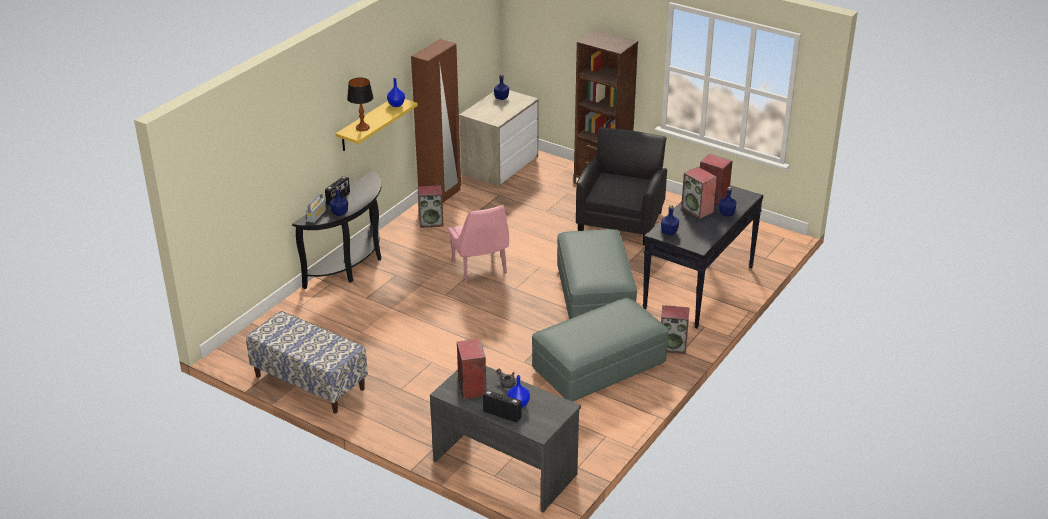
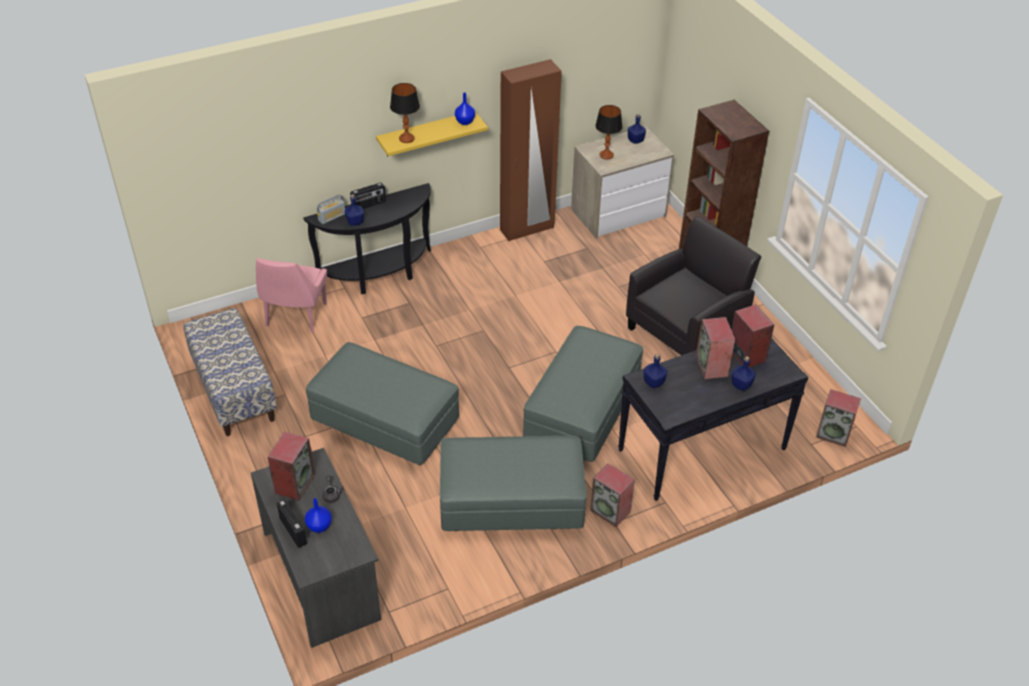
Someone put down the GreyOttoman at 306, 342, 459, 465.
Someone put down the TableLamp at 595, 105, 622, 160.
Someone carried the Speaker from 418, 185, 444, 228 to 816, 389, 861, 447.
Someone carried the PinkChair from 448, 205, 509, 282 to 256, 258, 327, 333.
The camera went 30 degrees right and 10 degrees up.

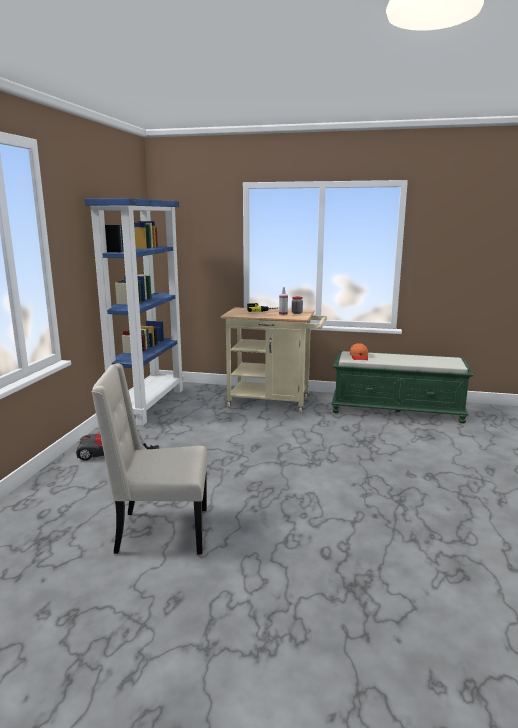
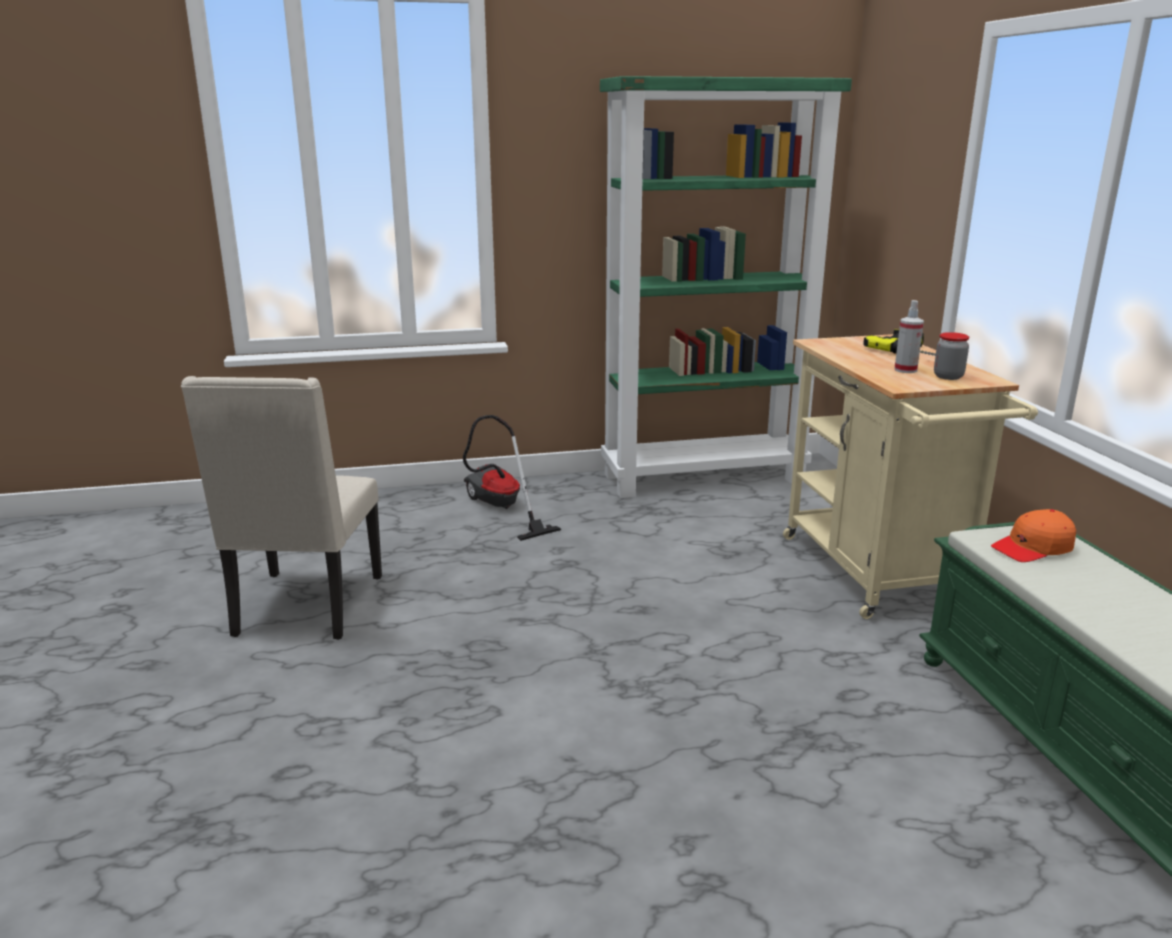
Someone repainted the BlueBookcase at 85, 198, 184, 426, which became the GreenBookcase at 600, 76, 852, 498.
Someone rotated the BeigeChair at 91, 363, 207, 555 by 150 degrees counterclockwise.
The camera went 65 degrees right and 5 degrees up.

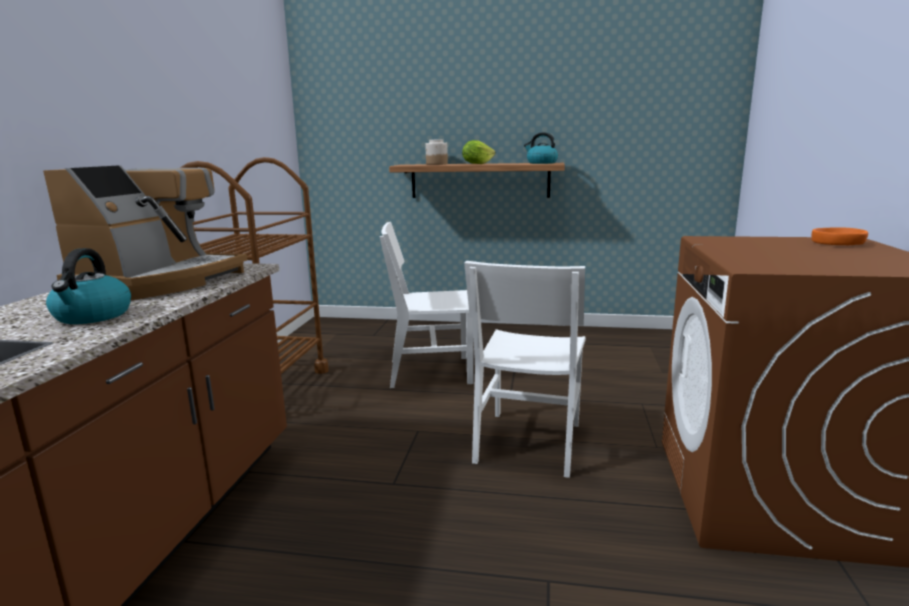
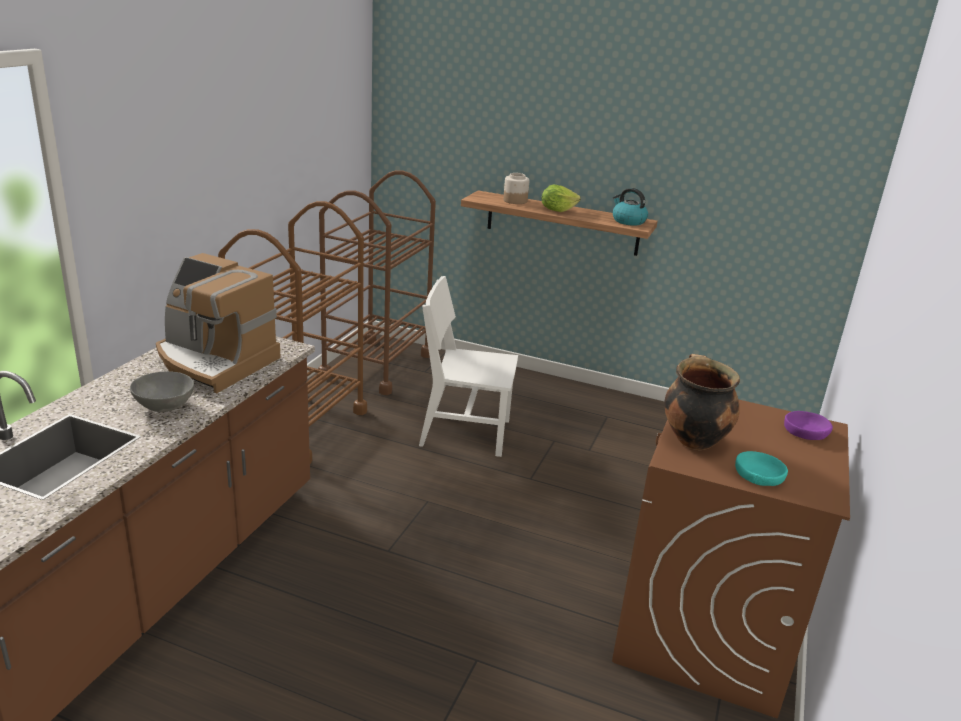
Someone took away the WhiteChair at 464, 261, 586, 478.
Someone put down the BrownCart at 318, 170, 436, 395.
Someone put down the CookingPot at 665, 354, 740, 450.
Someone put down the TurquoiseBowl at 735, 451, 788, 486.
Someone swapped the Kettle at 46, 248, 131, 324 for the GreyBowl at 130, 371, 194, 412.
Someone repainted the OrangeBowl at 812, 227, 868, 245, which became the PurpleBowl at 784, 411, 833, 440.
Someone rotated the CoffeeMachine at 43, 165, 247, 300 by 90 degrees clockwise.
The camera went 10 degrees right and 10 degrees up.

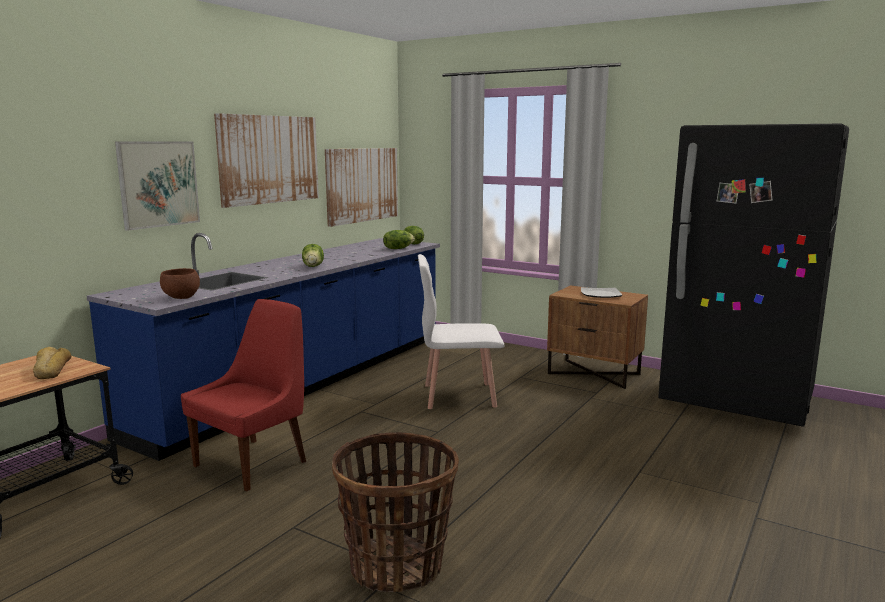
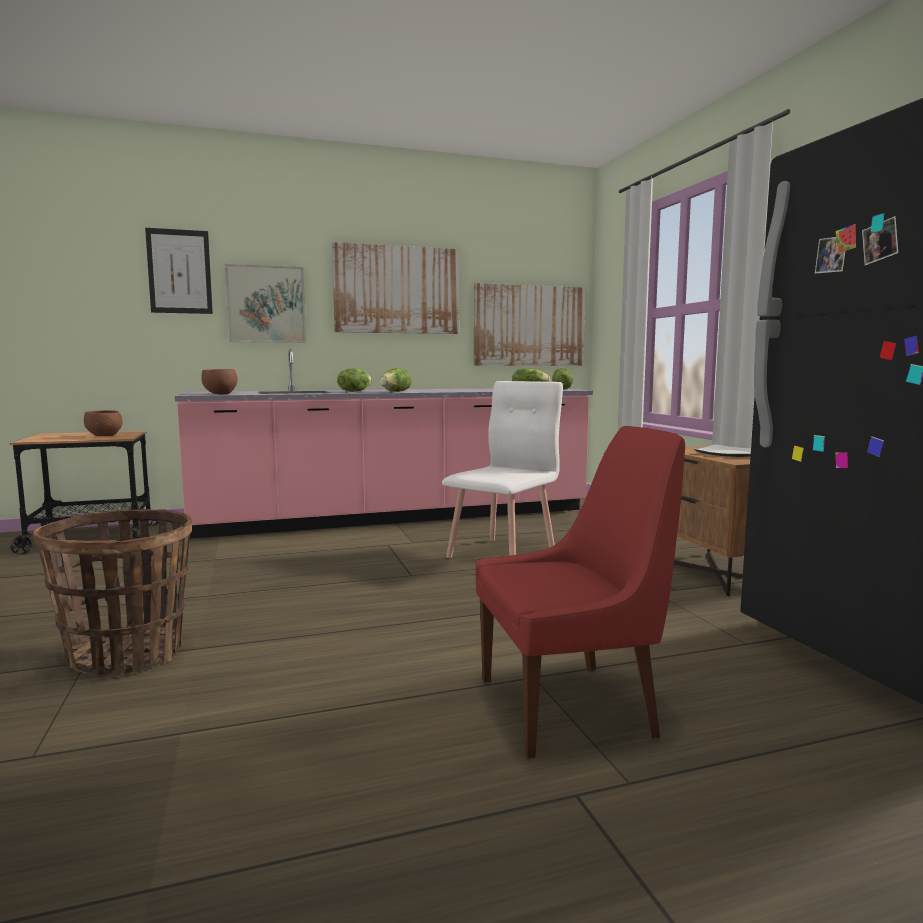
Someone put up the Picture at 145, 228, 213, 314.
Someone put down the Lettuce at 337, 368, 372, 392.
Someone carried the RedChair from 181, 299, 306, 491 to 476, 426, 685, 758.
Someone swapped the Bread at 33, 347, 71, 379 for the BrownBowl at 84, 410, 122, 436.
Someone repainted the BlueCounter at 87, 233, 440, 461, which became the PinkCounter at 175, 349, 593, 539.
Someone rotated the WhiteChair at 418, 254, 505, 409 by 90 degrees clockwise.
The camera went 40 degrees right and 5 degrees down.

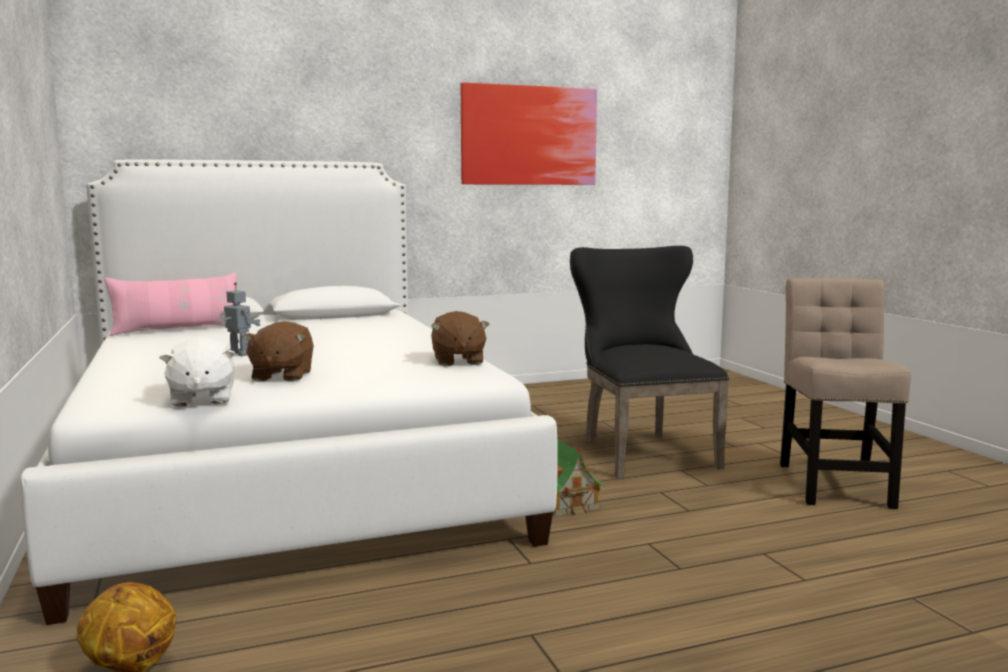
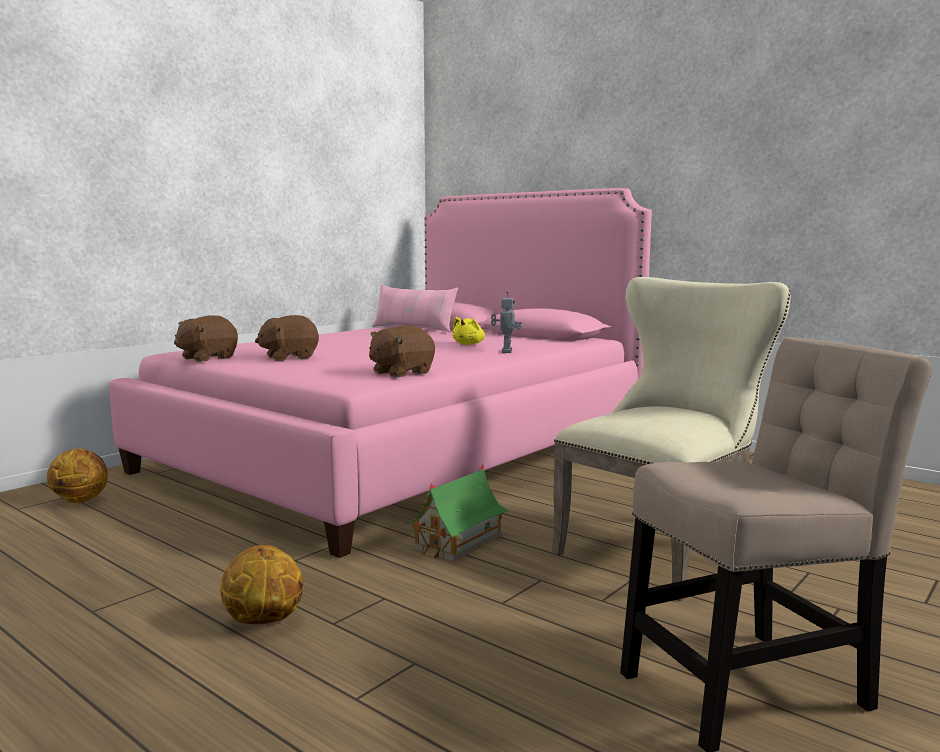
Someone took away the Picture at 461, 82, 597, 185.
Someone put down the Basketball at 220, 545, 304, 624.
Someone put down the YellowPlushToy at 452, 317, 485, 345.
Someone carried the ToyRobot from 220, 282, 261, 356 to 491, 291, 522, 353.
Someone repainted the WhiteBed at 21, 159, 558, 625, which became the PinkBed at 109, 188, 652, 558.
Someone repainted the WhitePlushToy at 159, 337, 235, 407, which became the BrownPlushToy at 174, 315, 238, 362.
Someone repainted the BlackChair at 570, 246, 729, 479, which became the BeigeChair at 552, 277, 790, 601.
The camera went 60 degrees right and 0 degrees up.

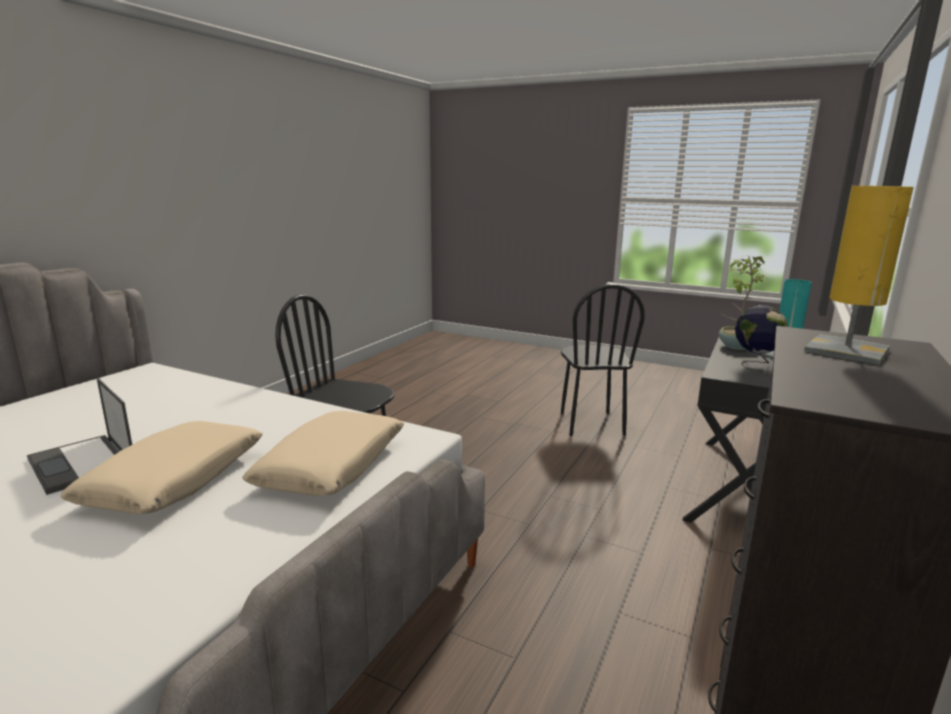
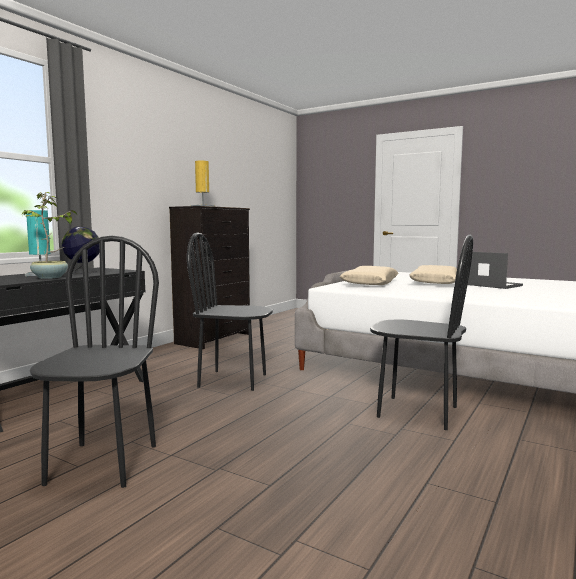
Someone put down the BlackChair at 187, 232, 273, 391.
The camera went 175 degrees left and 10 degrees down.

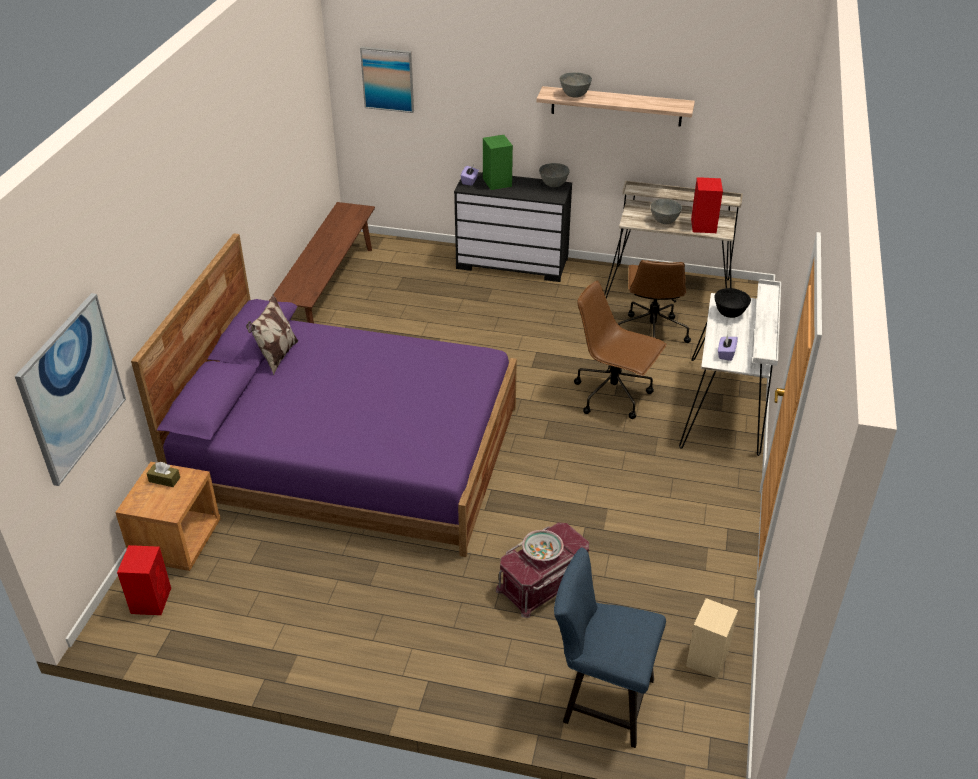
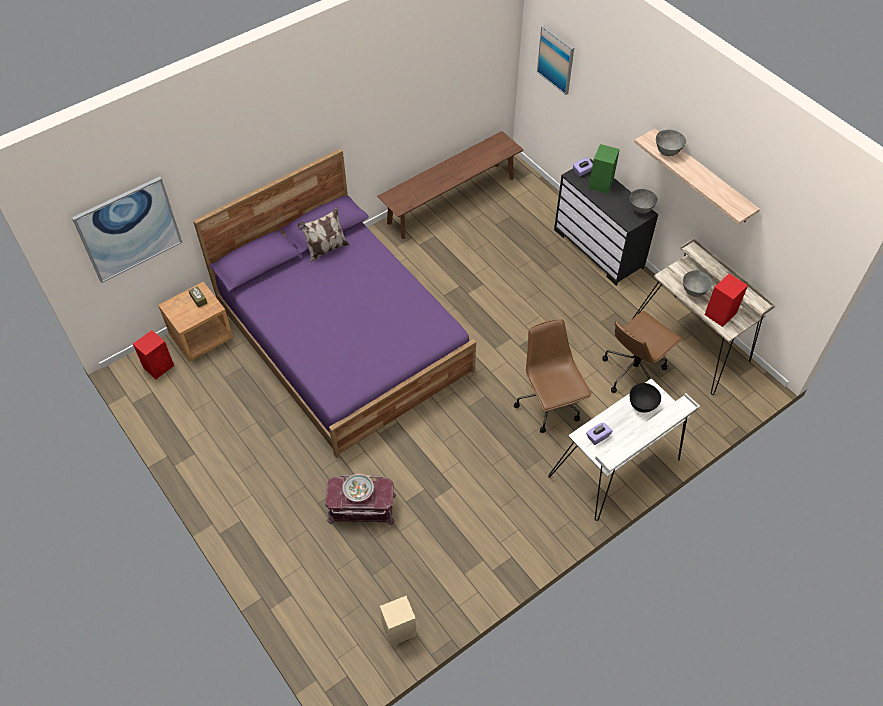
Someone took away the BlueChair at 554, 548, 666, 748.
The camera went 40 degrees right and 15 degrees up.

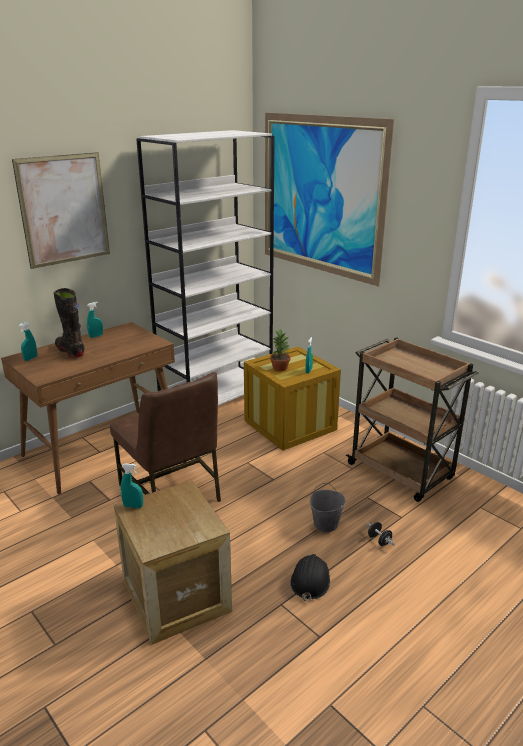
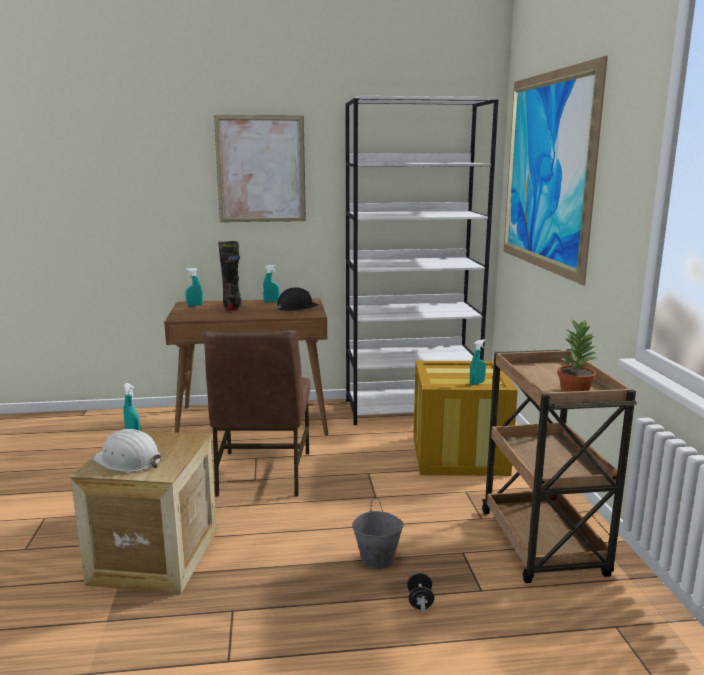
Someone put down the WhiteHardHat at 93, 429, 162, 472.
Someone carried the PottedPlant from 270, 329, 291, 371 to 557, 318, 599, 392.
Someone carried the BlackHardHat from 291, 554, 330, 601 to 276, 287, 319, 311.
The camera went 35 degrees right and 10 degrees down.

